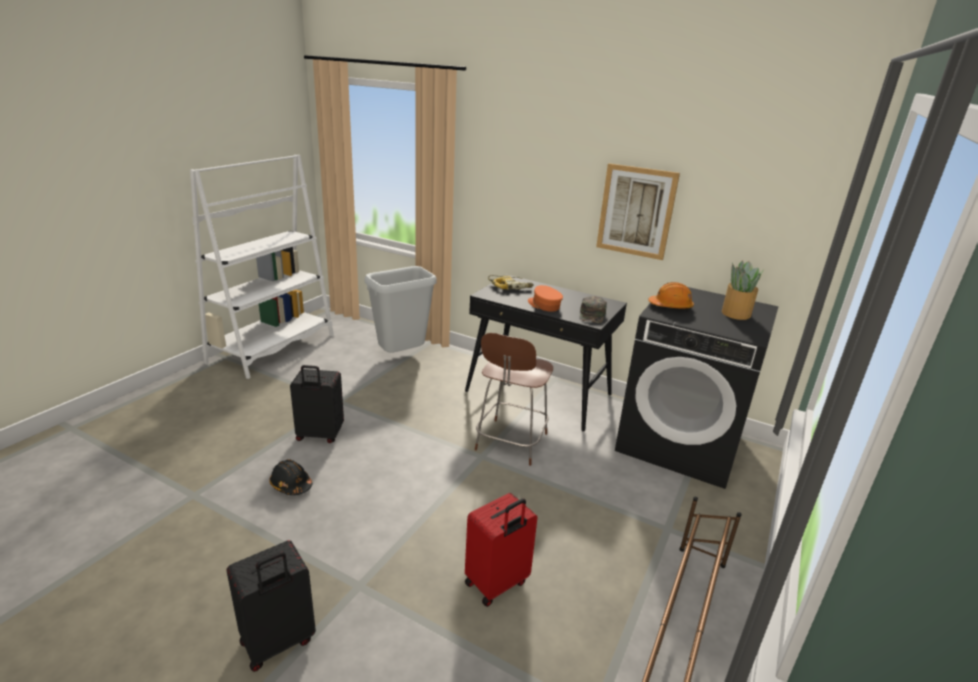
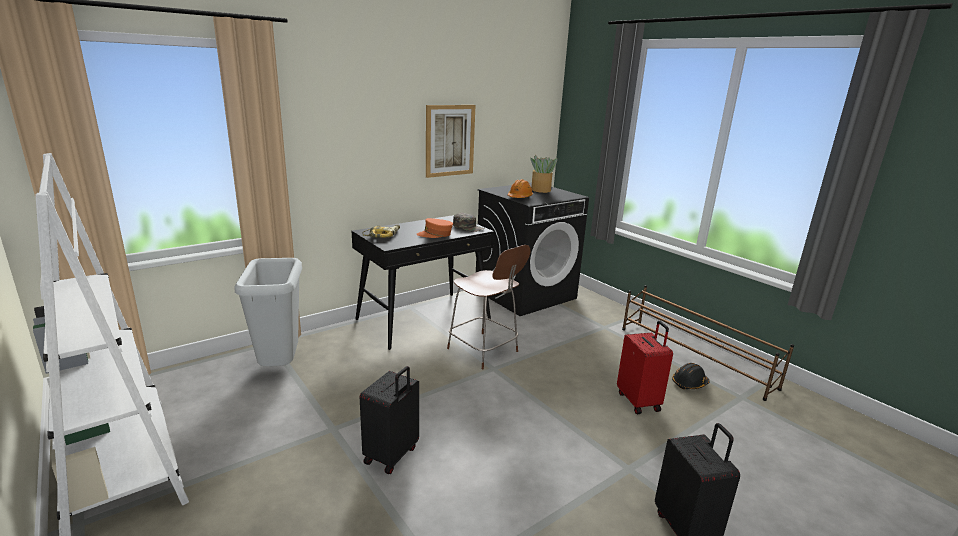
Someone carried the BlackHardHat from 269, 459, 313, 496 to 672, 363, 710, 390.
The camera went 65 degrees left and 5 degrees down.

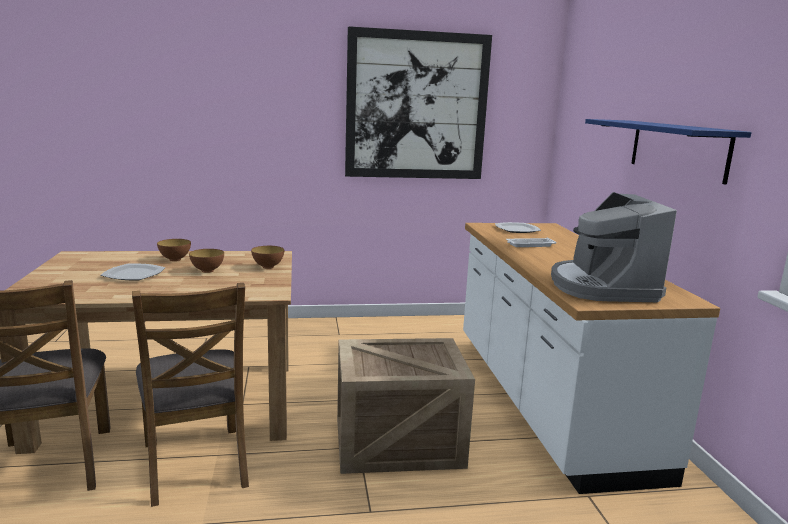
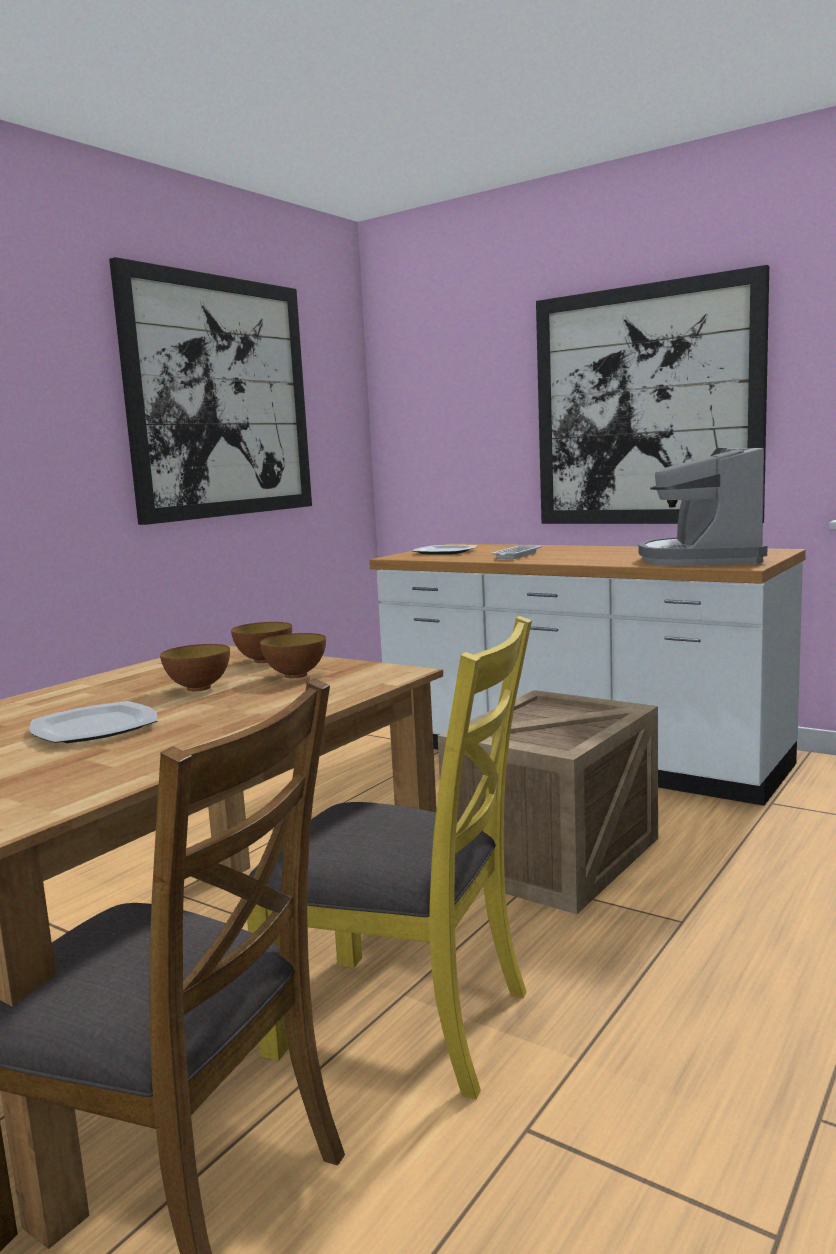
Someone carried the Bowl from 157, 239, 191, 261 to 260, 633, 326, 678.
Someone swapped the BlueShelf at 585, 119, 752, 185 for the Picture at 536, 265, 769, 524.
Someone repainted the BrownChair at 132, 283, 249, 507, which became the YellowChair at 247, 616, 532, 1099.
Someone rotated the CoffeeMachine at 551, 192, 677, 302 by 60 degrees clockwise.
The camera went 45 degrees left and 5 degrees down.

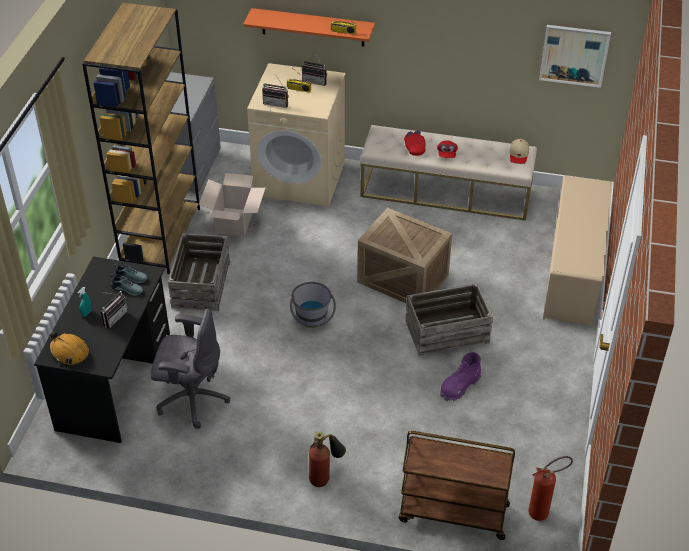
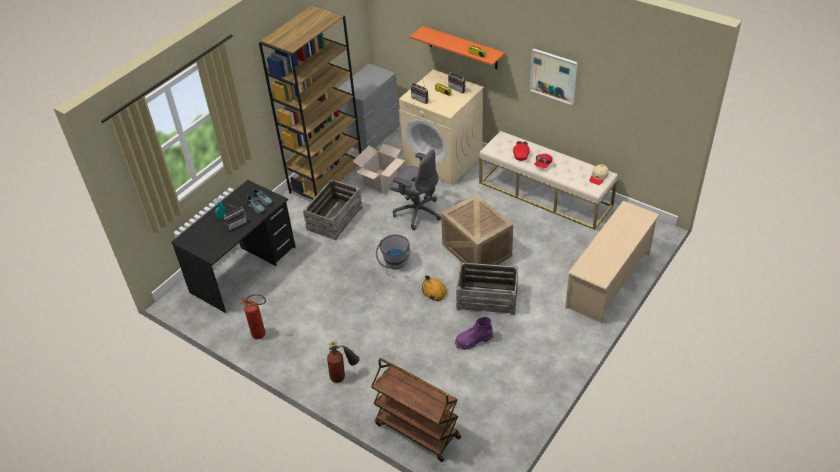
Someone carried the OrangeHardHat from 49, 332, 89, 365 to 422, 275, 447, 301.
Someone carried the GreyOfficeChair from 151, 308, 230, 429 to 390, 149, 441, 230.
Someone carried the FireExtinguisher from 528, 456, 573, 521 to 240, 294, 266, 339.
Someone carried the Picture from 539, 25, 611, 88 to 530, 48, 578, 105.
The camera went 25 degrees right and 0 degrees up.

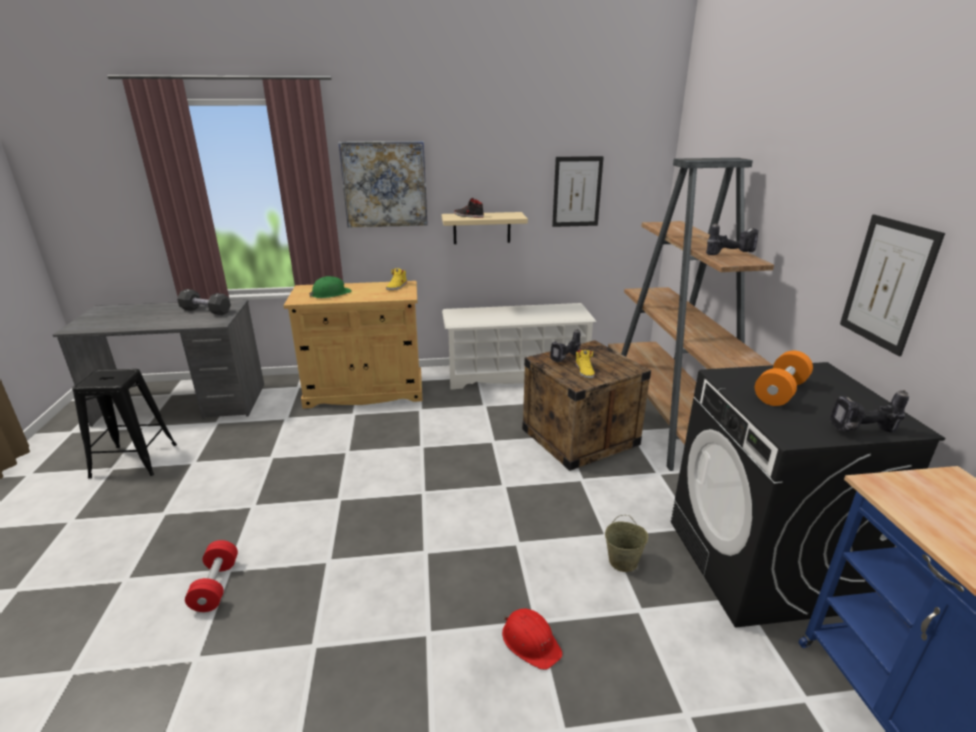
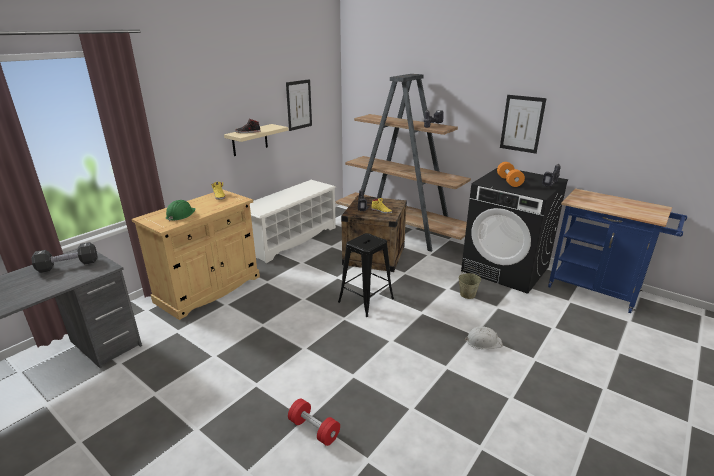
Someone took away the Picture at 338, 141, 428, 227.
Someone carried the BlackStool from 72, 369, 177, 479 to 338, 233, 394, 317.
Someone repainted the RedHardHat at 502, 609, 563, 670, which became the WhiteHardHat at 464, 326, 503, 349.
The camera went 45 degrees left and 0 degrees up.

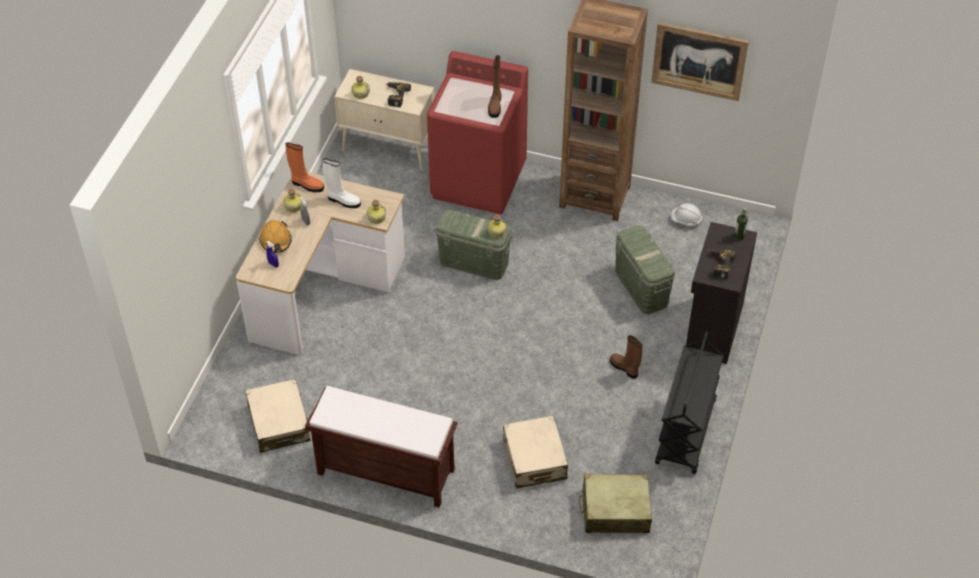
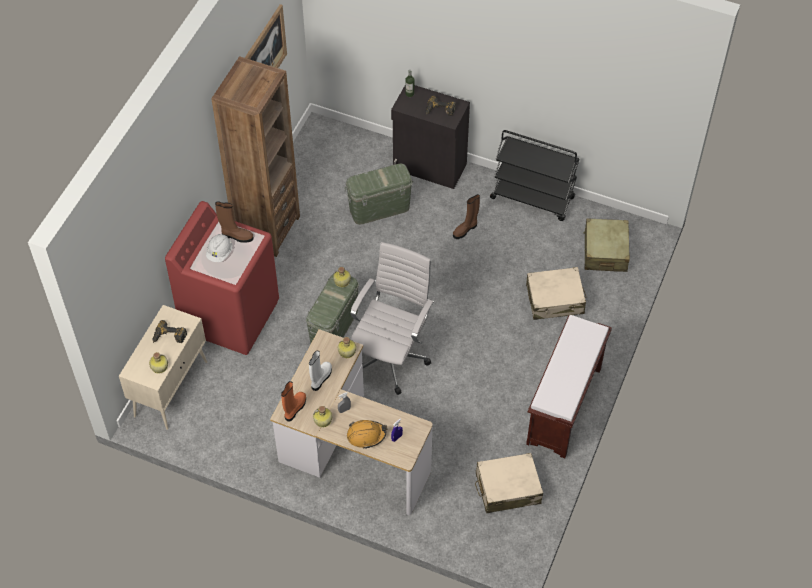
Someone put down the WhiteOfficeChair at 350, 242, 434, 395.
Someone carried the WhiteHardHat from 671, 203, 703, 226 to 206, 234, 233, 262.
The camera went 85 degrees left and 5 degrees up.

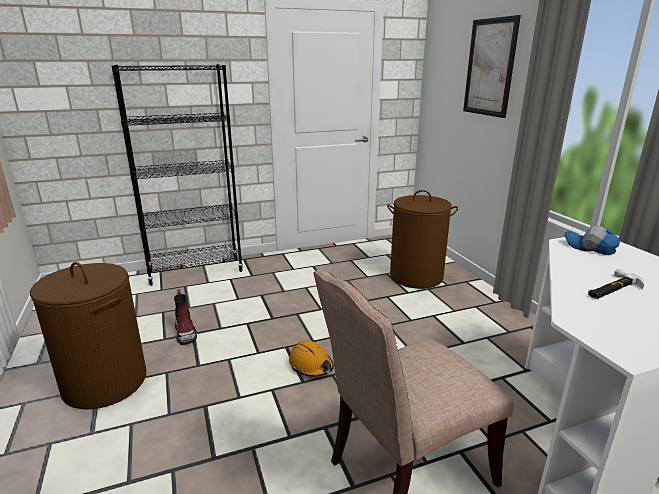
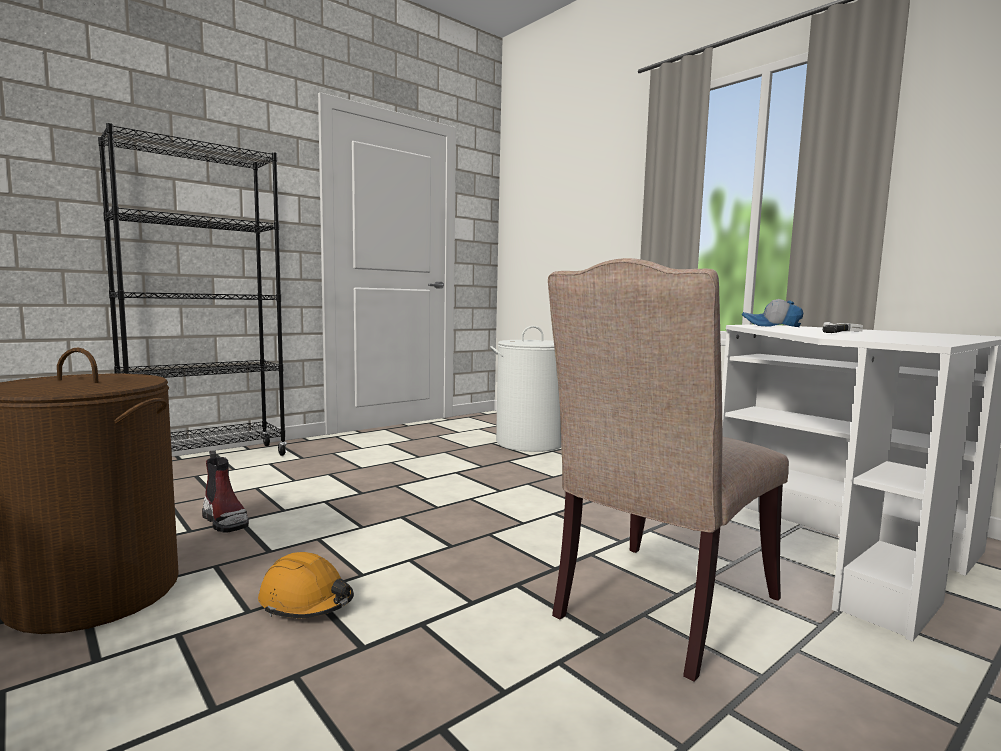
Someone took away the Picture at 463, 15, 521, 118.
Someone carried the OrangeHardHat from 289, 341, 334, 377 to 258, 552, 354, 618.
Someone repainted the BrownLaundryBasket at 387, 190, 458, 289, which became the WhiteLaundryBasket at 490, 326, 561, 452.
The camera went 20 degrees left and 15 degrees down.

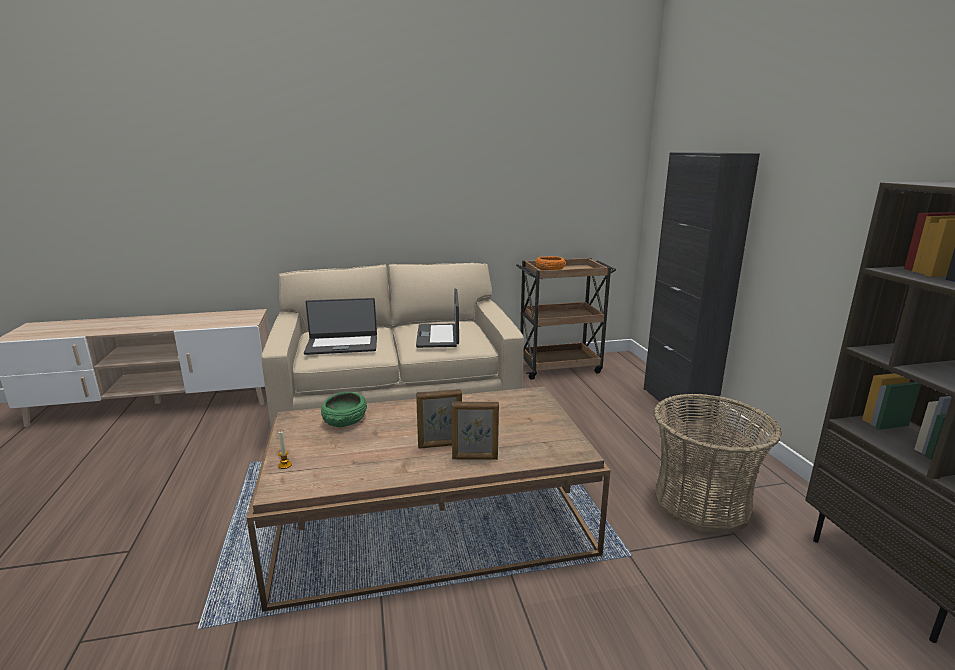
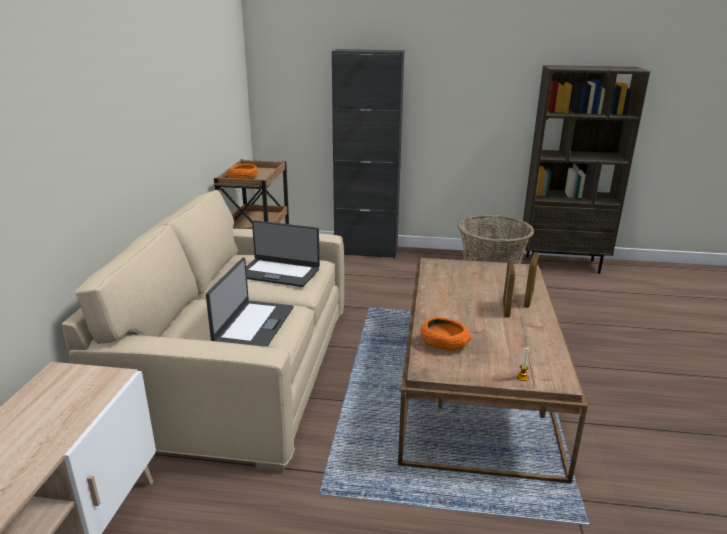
Someone repainted the GreenBowl at 321, 392, 367, 427, which became the OrangeBowl at 420, 317, 471, 351.
The camera went 70 degrees left and 5 degrees up.

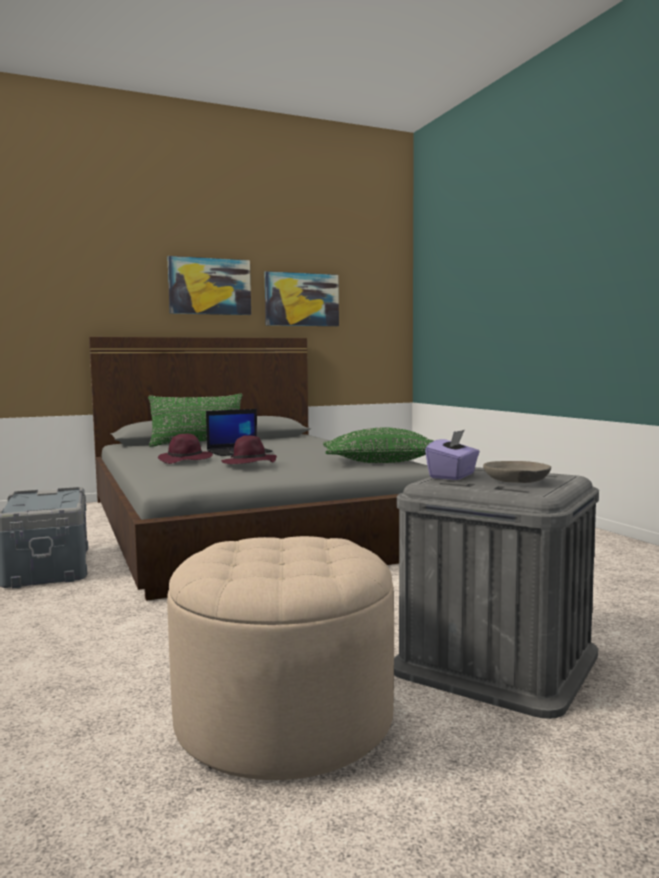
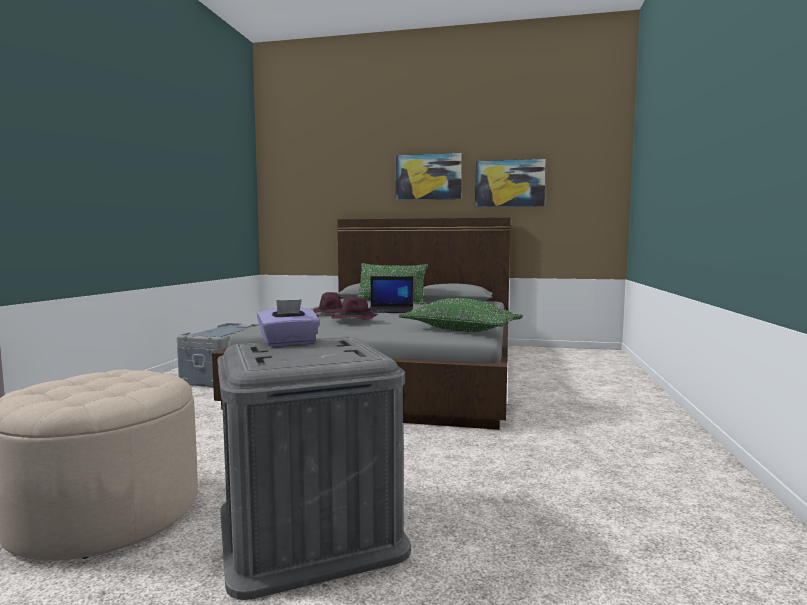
Someone took away the GreyBowl at 483, 461, 551, 483.
The camera went 35 degrees right and 0 degrees up.

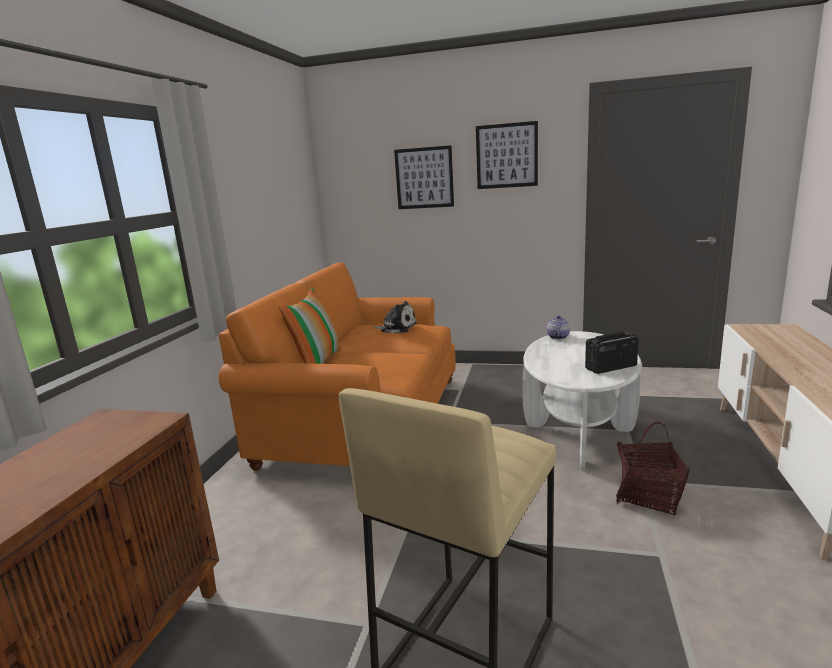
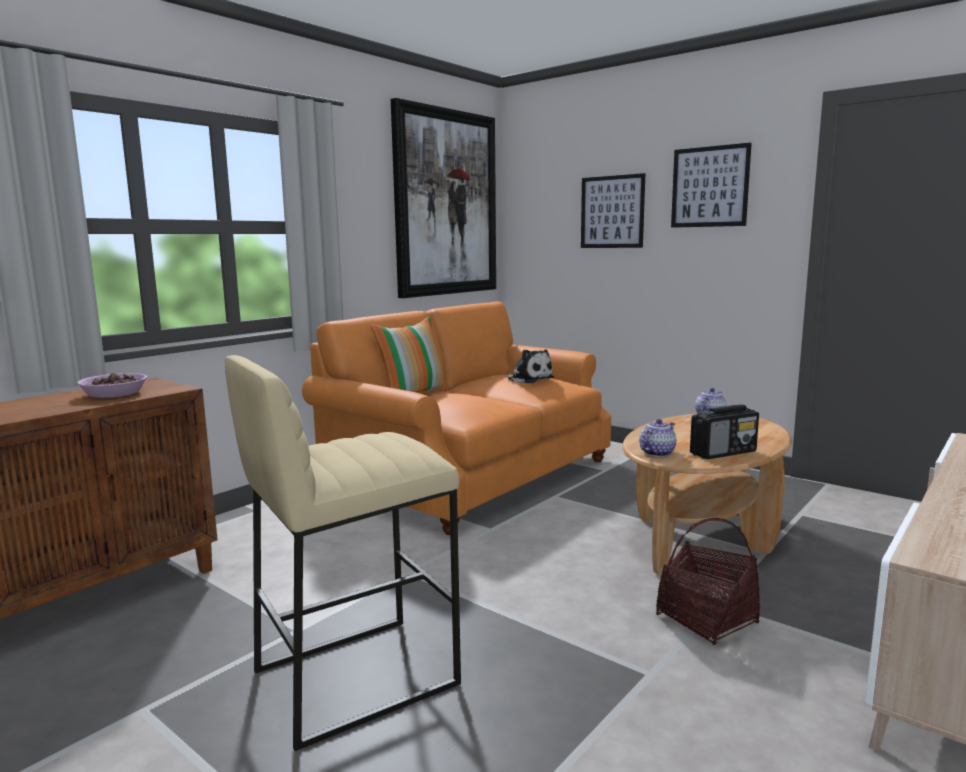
Someone put down the Bowl at 77, 373, 147, 398.
Someone put up the Picture at 391, 98, 496, 298.
Someone put down the Teapot at 639, 419, 677, 457.
Someone repainted the WhiteCoffeeTable at 522, 331, 642, 469, which became the BrownCoffeeTable at 622, 414, 792, 574.
Someone rotated the Radio at 585, 332, 639, 374 by 150 degrees clockwise.
The camera went 25 degrees right and 5 degrees down.

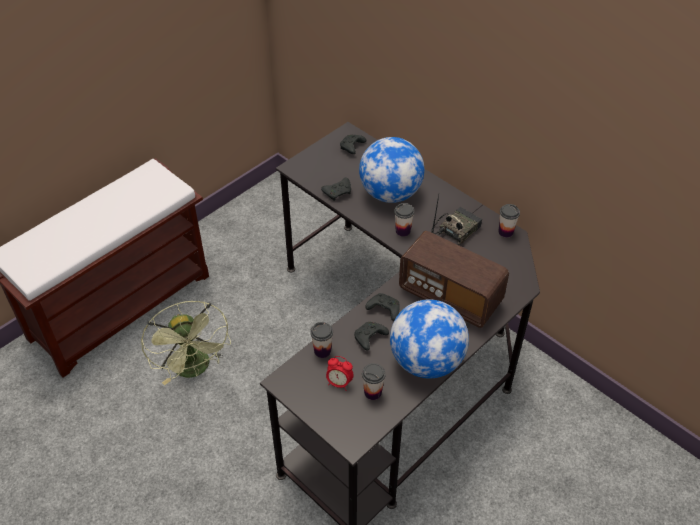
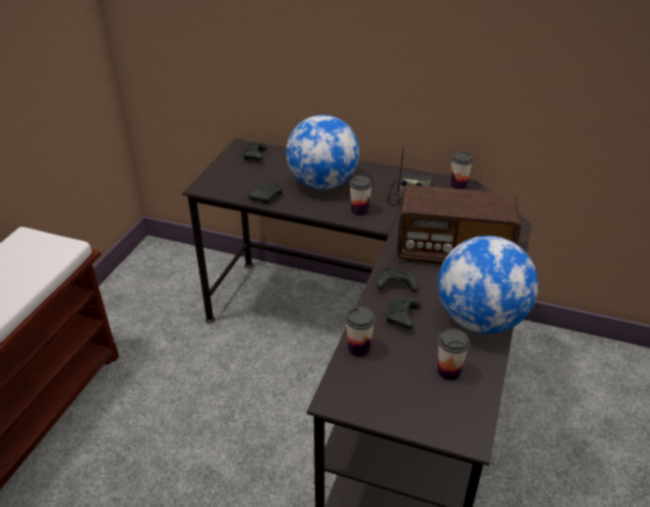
Someone took away the GreenFan at 141, 301, 231, 385.
Someone took away the AlarmClock at 326, 356, 354, 391.
The camera went 25 degrees left and 10 degrees down.

